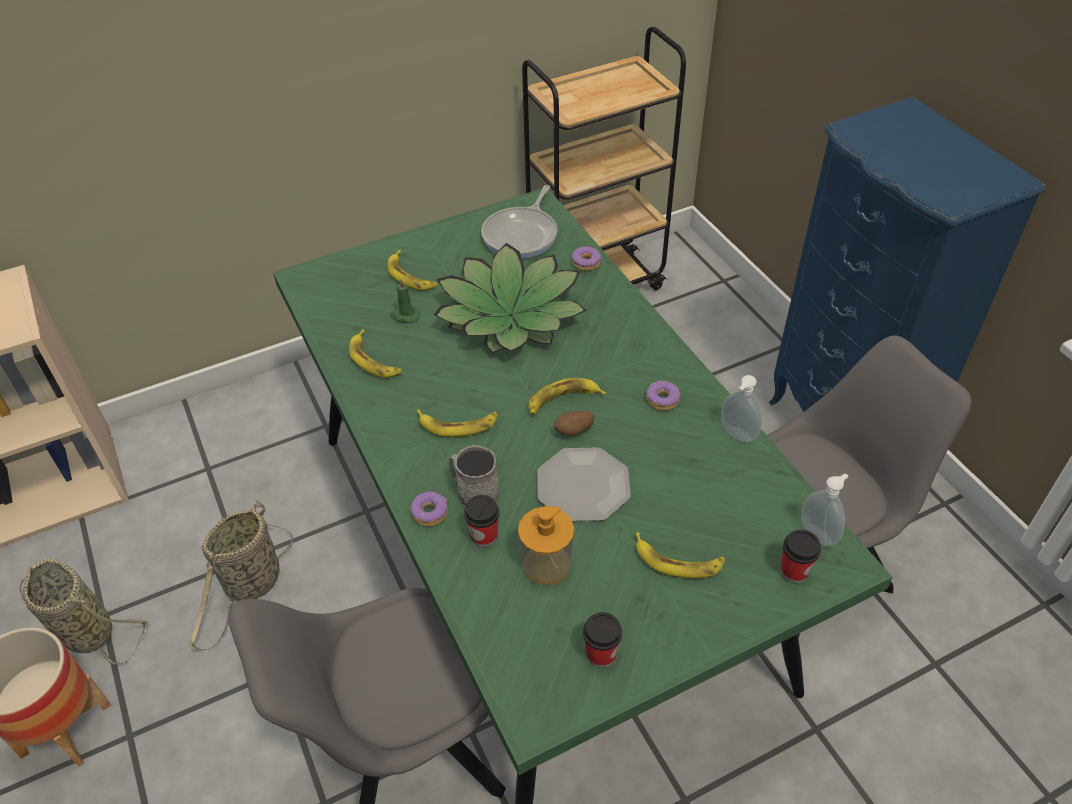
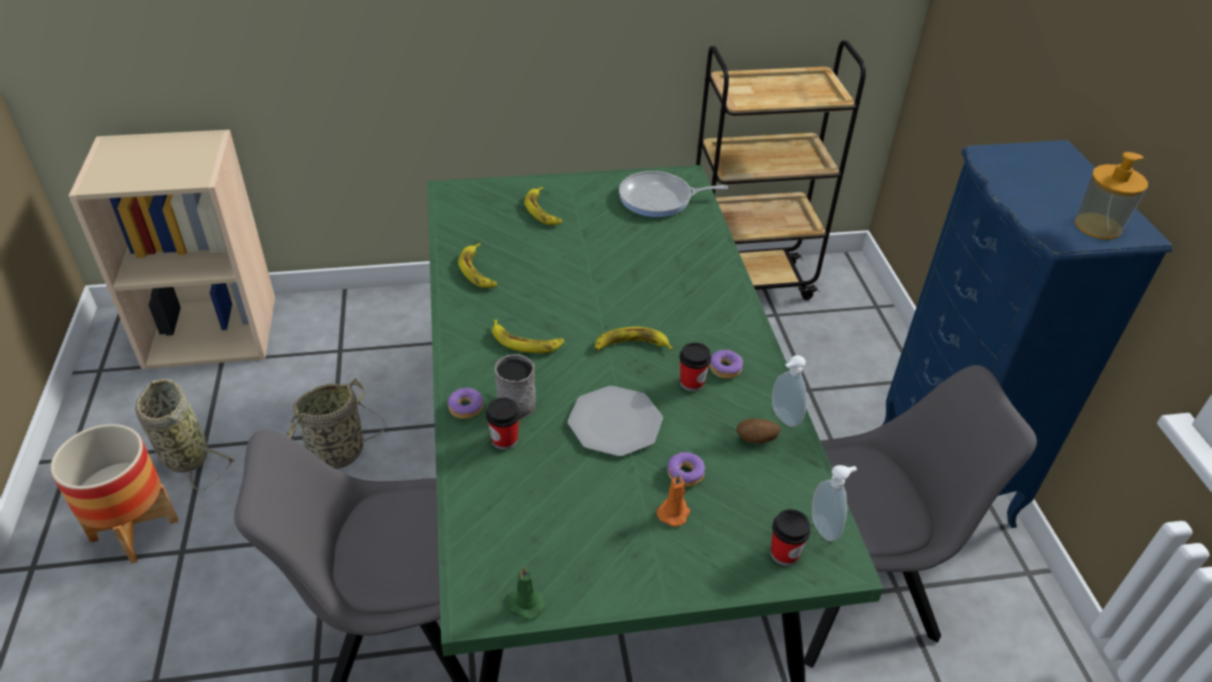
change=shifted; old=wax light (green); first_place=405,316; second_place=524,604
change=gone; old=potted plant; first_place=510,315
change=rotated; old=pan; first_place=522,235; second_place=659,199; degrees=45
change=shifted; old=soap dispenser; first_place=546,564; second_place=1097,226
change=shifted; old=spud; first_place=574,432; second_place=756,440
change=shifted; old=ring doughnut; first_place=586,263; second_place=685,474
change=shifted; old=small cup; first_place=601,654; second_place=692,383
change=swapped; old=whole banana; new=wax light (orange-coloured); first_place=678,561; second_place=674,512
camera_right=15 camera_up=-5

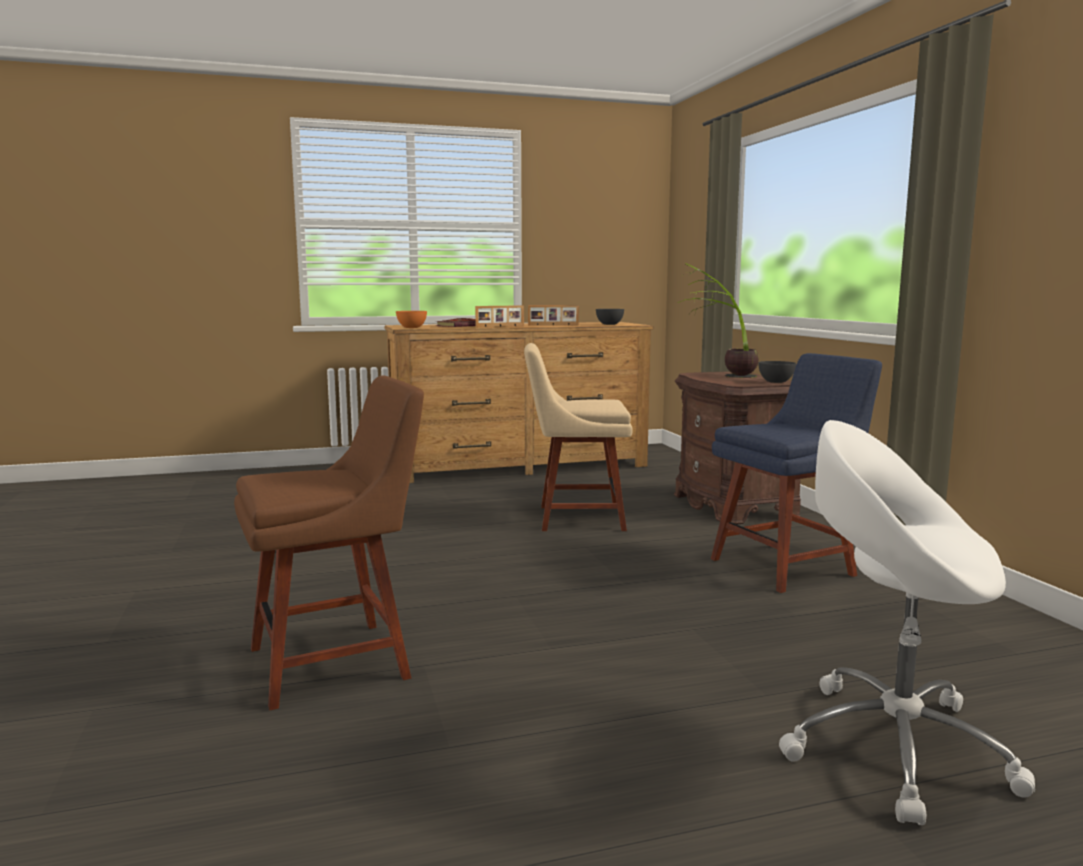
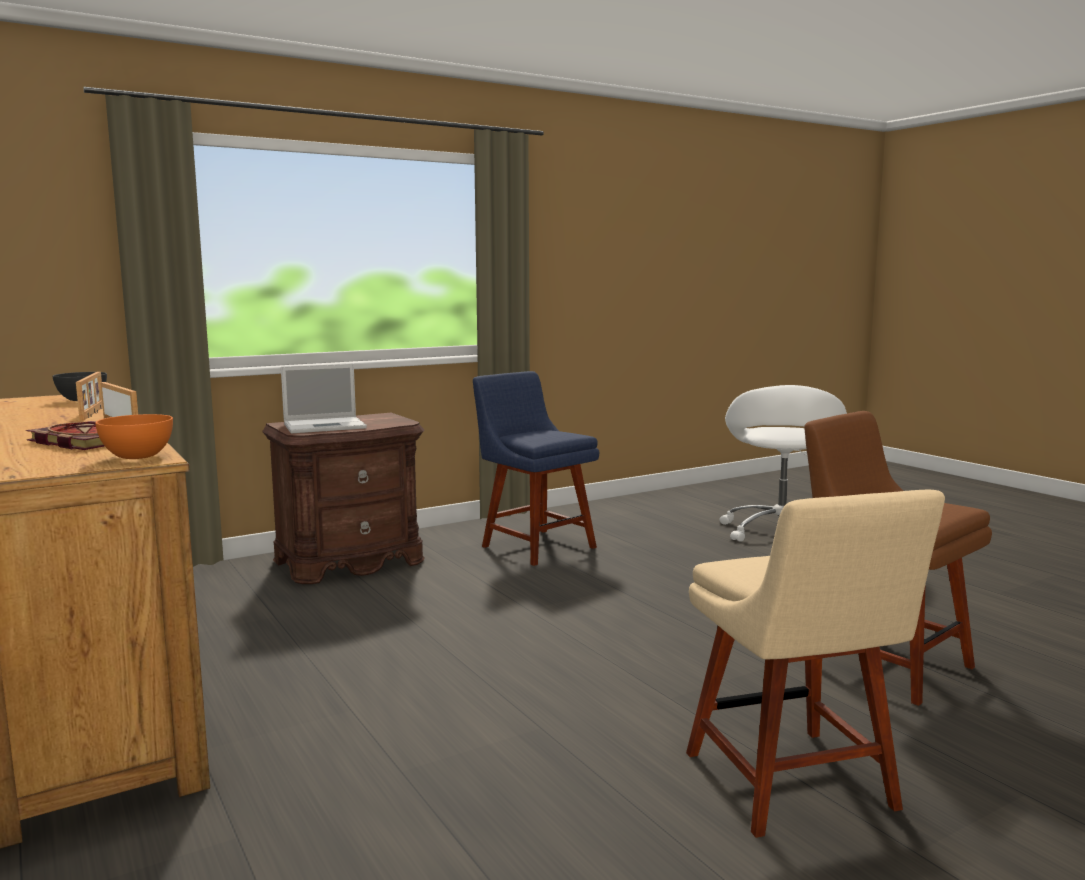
change=shifted; old=plain chair (beige-coloured); first_place=575,518; second_place=794,786
change=swapped; old=potted plant; new=laptop; first_place=721,376; second_place=326,426
change=gone; old=deep dish (gray); first_place=776,382
camera_right=-105 camera_up=0

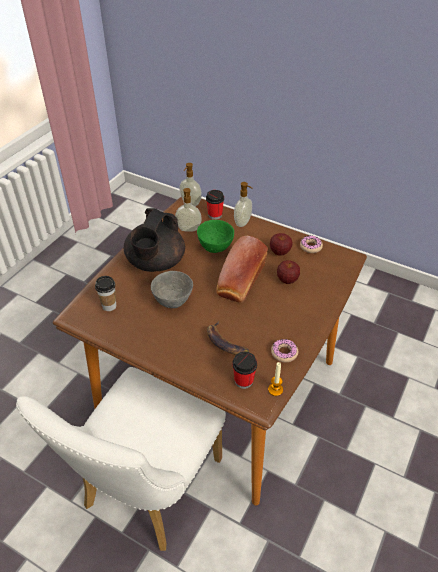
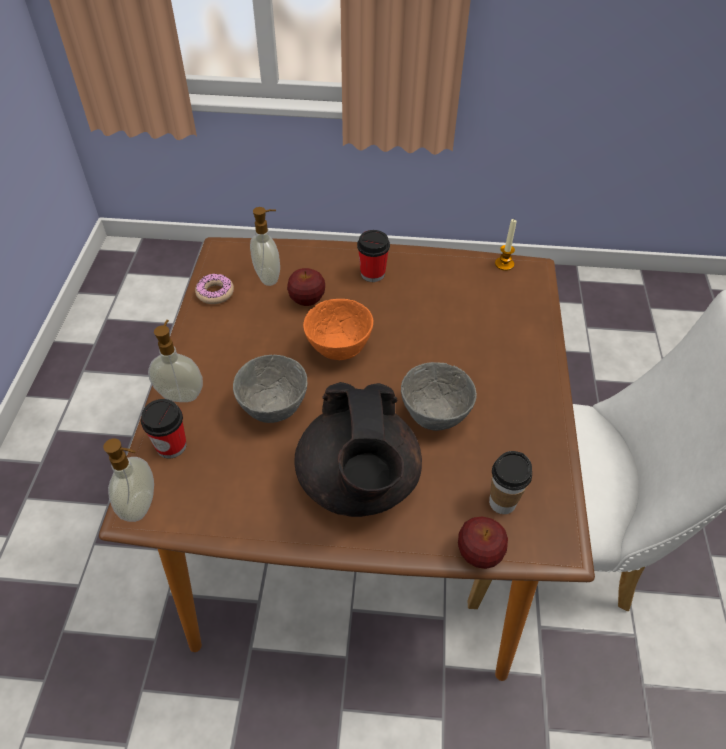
change=rotated; old=tea pot (black); first_place=155,263; second_place=358,483; degrees=90
change=shifted; old=soap dispenser; first_place=188,229; second_place=269,276
change=repainted; old=deep dish (green); new=deep dish (gray); first_place=216,248; second_place=272,408
change=gone; old=whole banana; first_place=225,342
change=swapped; old=baked bread; new=deep dish (orange-coloured); first_place=240,281; second_place=340,350
change=shifted; old=small cup; first_place=243,381; second_place=372,274
change=shifted; old=whole apple; first_place=280,252; second_place=479,554
change=gone; old=ring doughnut; first_place=284,353
camera_right=-115 camera_up=5

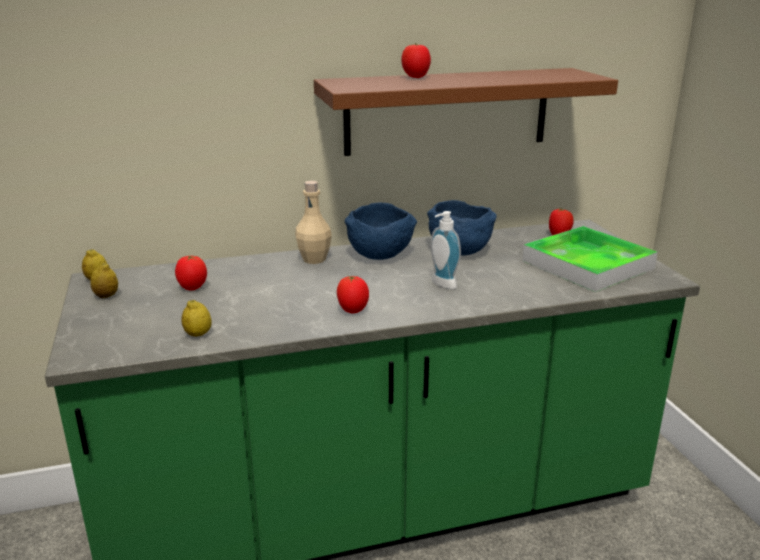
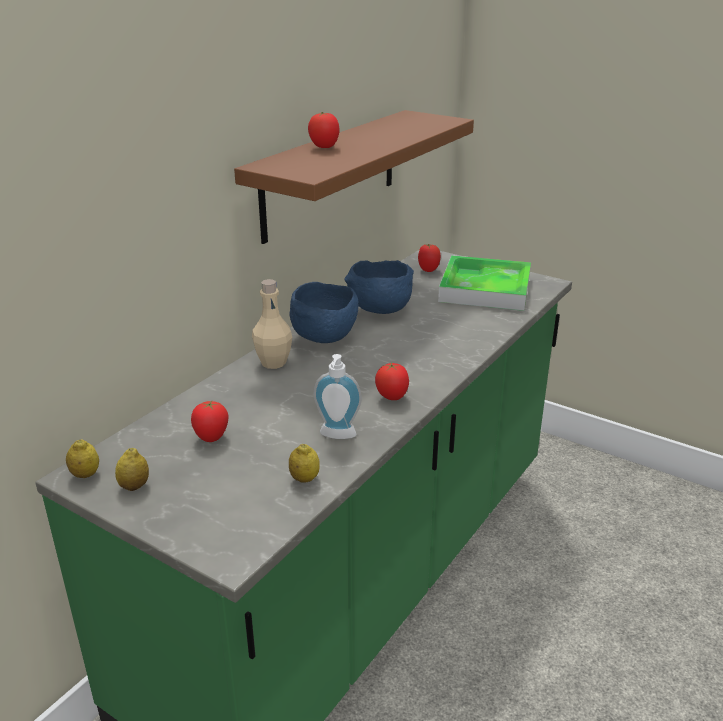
change=shifted; old=soap dispenser; first_place=441,285; second_place=337,436
camera_right=-40 camera_up=5

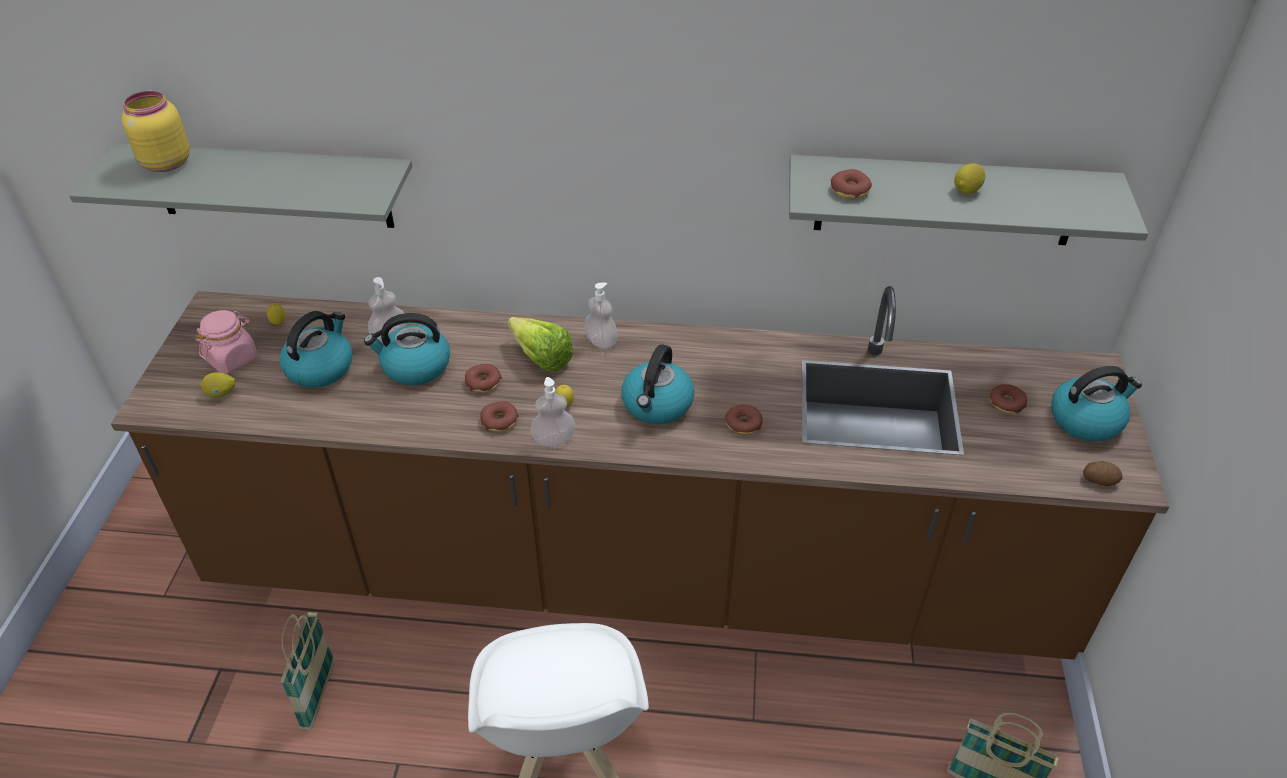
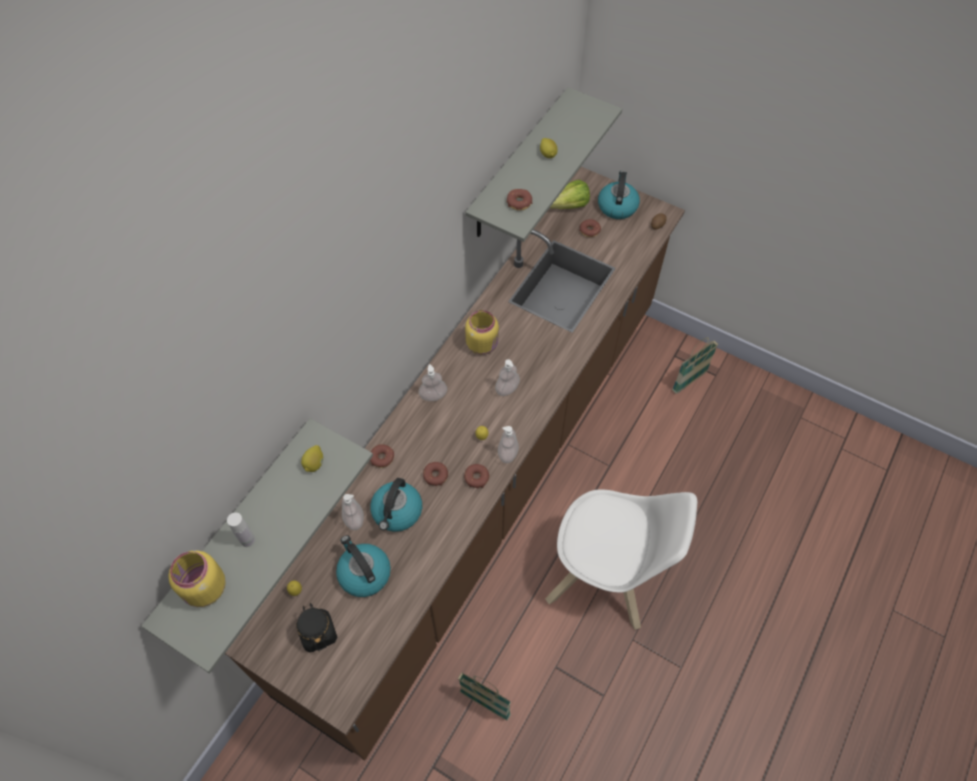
change=repainted; old=preserve jar (pinkish); new=preserve jar (black); first_place=232,358; second_place=318,633
change=shifted; old=lemon; first_place=221,394; second_place=314,464
change=shifted; old=lettuce; first_place=538,355; second_place=565,207
change=swapped; old=kettle; new=soap dispenser; first_place=657,405; second_place=507,388
change=shifted; old=ring doughnut; first_place=743,424; second_place=382,458
change=new; new=drink bottle (whitish); second_place=247,540
change=new; new=preserve jar (yellowish); second_place=483,344
camera_right=-65 camera_up=15

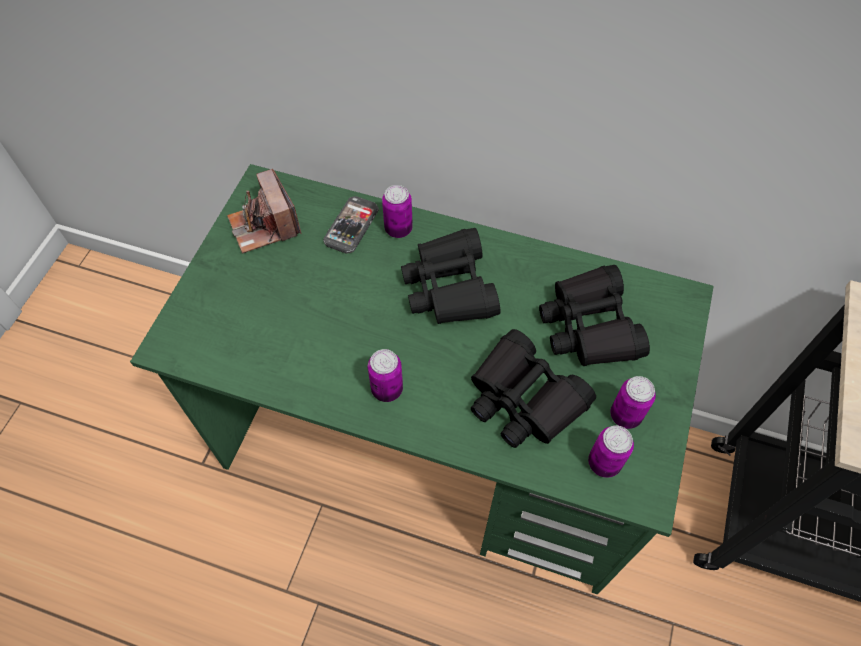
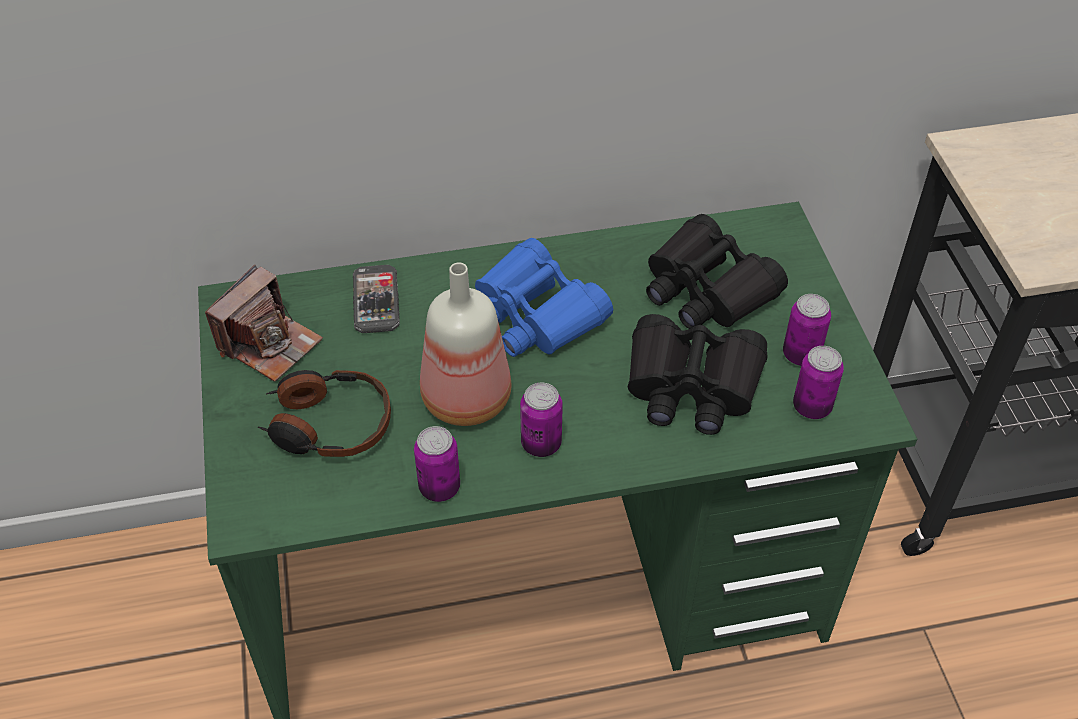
change=rotated; old=still camera; first_place=264,226; second_place=269,344; degrees=-90
change=shifted; old=can; first_place=398,229; second_place=439,487
change=repainted; old=pair of binoculars (black); new=pair of binoculars (blue-coloured); first_place=449,287; second_place=534,315
change=new; new=headphones; second_place=328,425
change=new; new=drink bottle; second_place=463,399
camera_right=-30 camera_up=-10

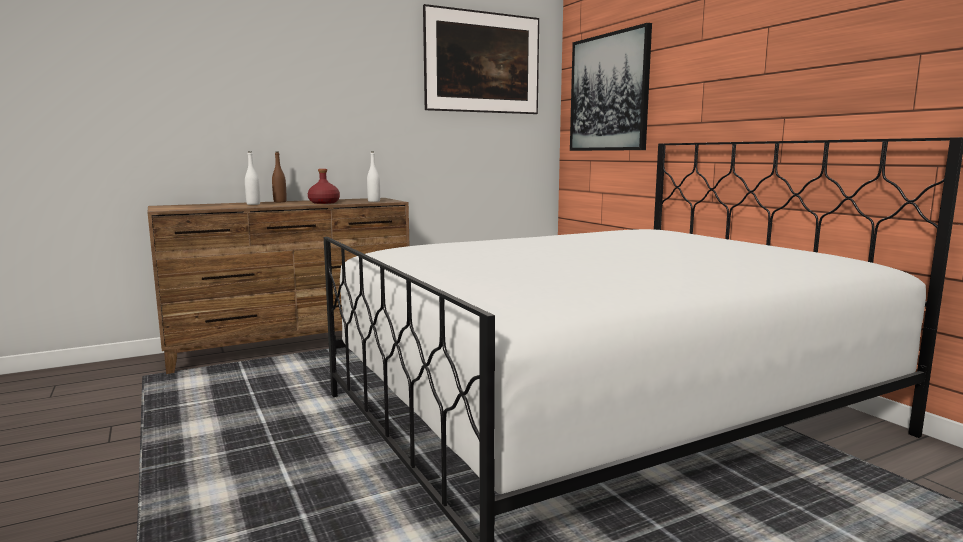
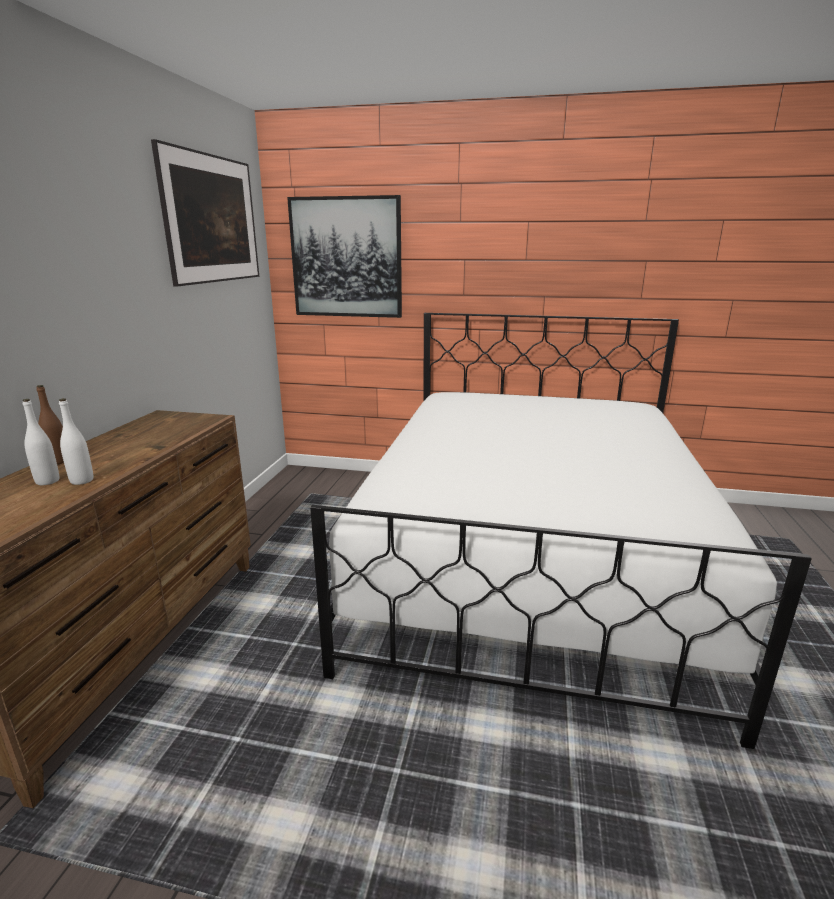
change=gone; old=drink bottle (reddish); first_place=323,202
change=shifted; old=drink bottle (whitish); first_place=374,201; second_place=82,481
camera_right=-50 camera_up=10

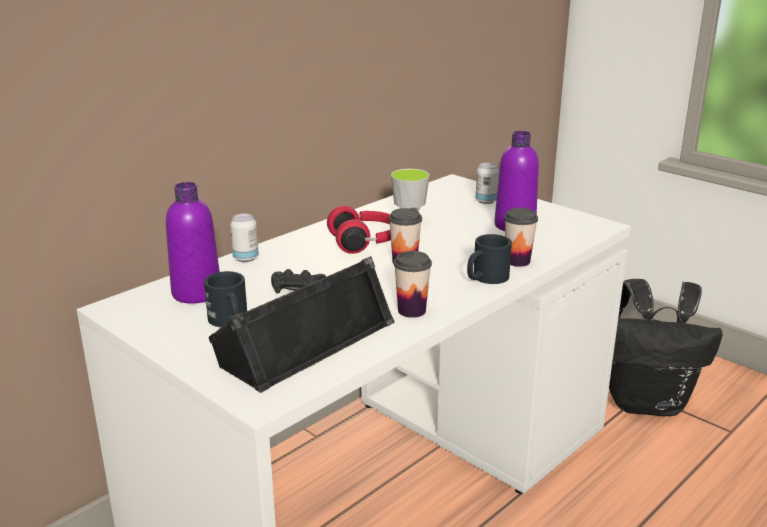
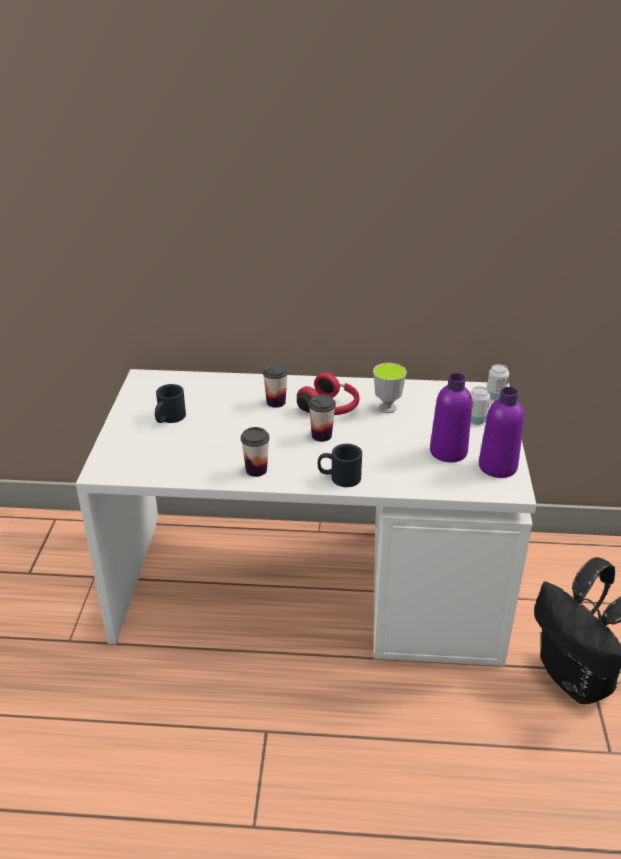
change=shifted; old=drink bottle (purplish); first_place=196,293; second_place=497,467
change=gone; old=loudspeaker (black); first_place=304,340
change=shifted; old=can; first_place=246,258; second_place=495,397
change=gone; old=joypad (black); first_place=297,288
change=shifted; old=small cup; first_place=517,261; second_place=276,402
camera_right=50 camera_up=10

